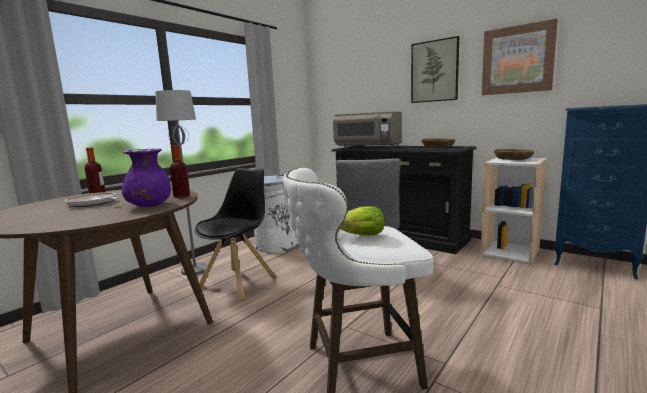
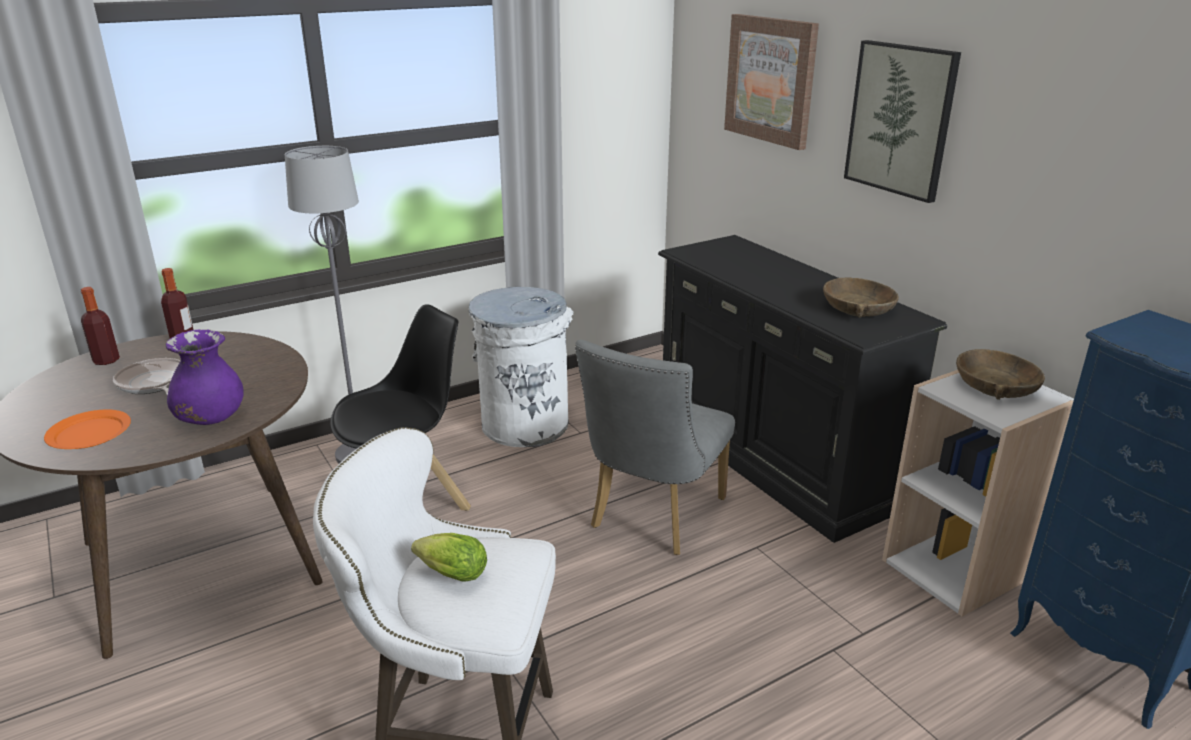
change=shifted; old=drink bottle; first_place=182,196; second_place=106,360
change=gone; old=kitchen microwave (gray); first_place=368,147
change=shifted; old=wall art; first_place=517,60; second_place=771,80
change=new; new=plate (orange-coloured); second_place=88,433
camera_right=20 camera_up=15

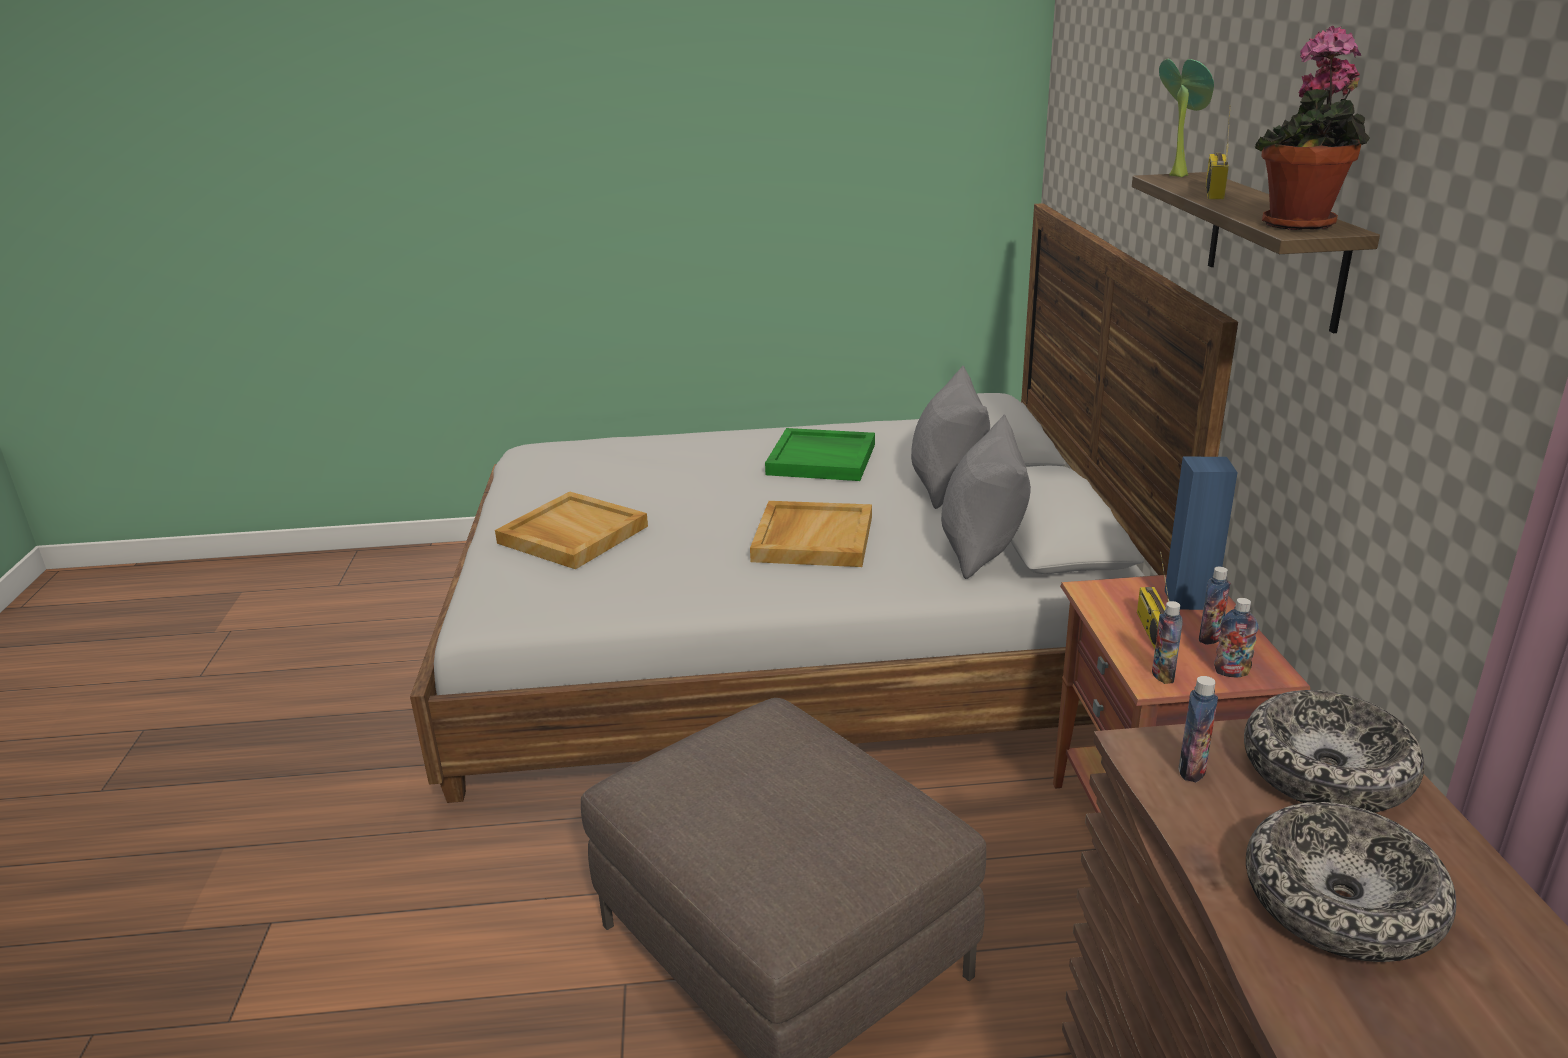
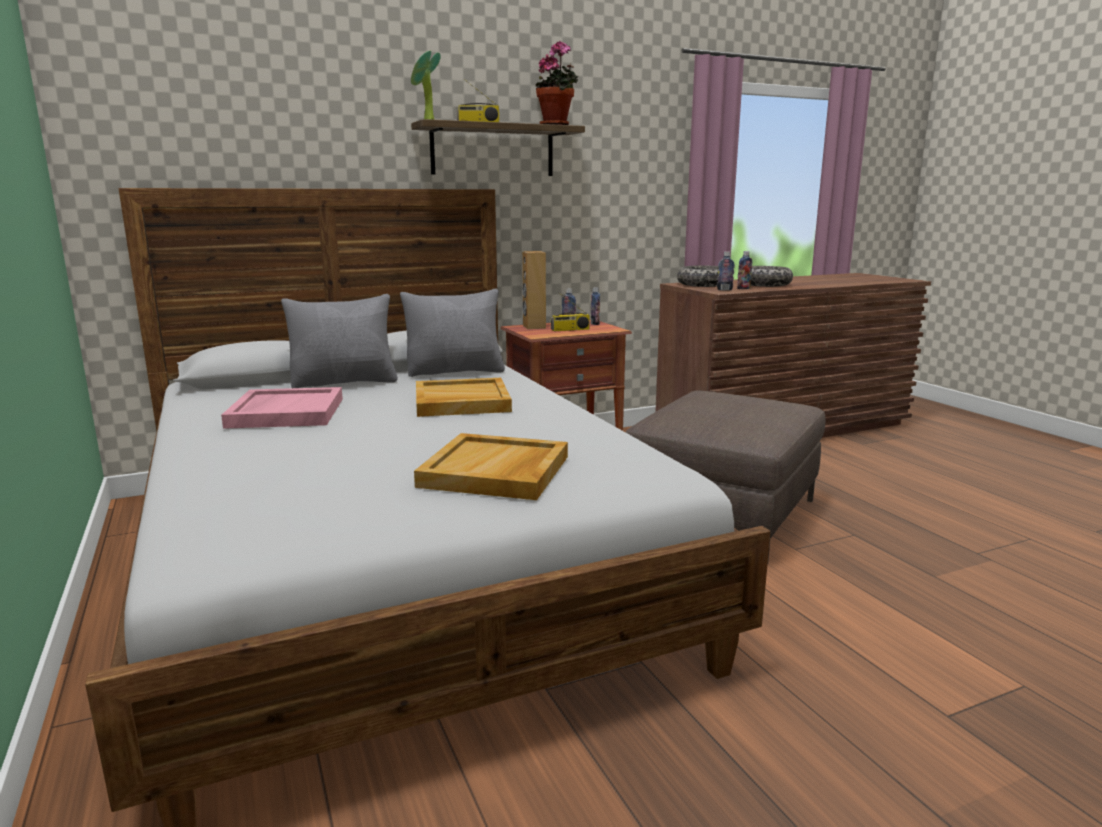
change=repainted; old=tray (green); new=tray (pinkish); first_place=822,459; second_place=286,412
change=shifted; old=drink bottle; first_place=1163,675; second_place=743,288
change=repainted; old=loudspeaker (blue-coloured); new=loudspeaker (brown); first_place=1189,599; second_place=534,327
camera_right=-110 camera_up=-10

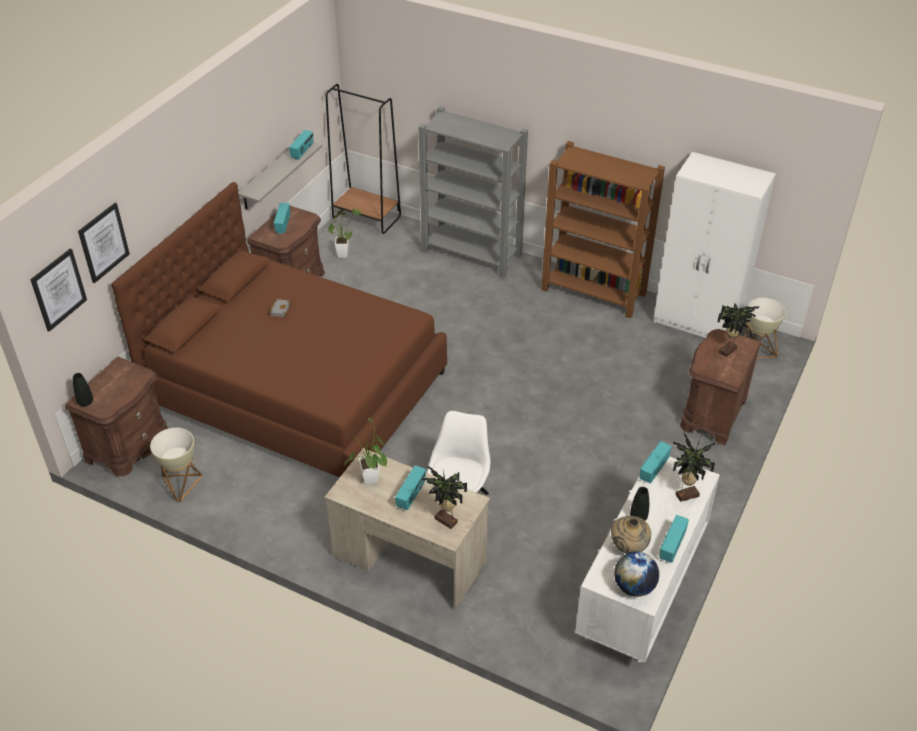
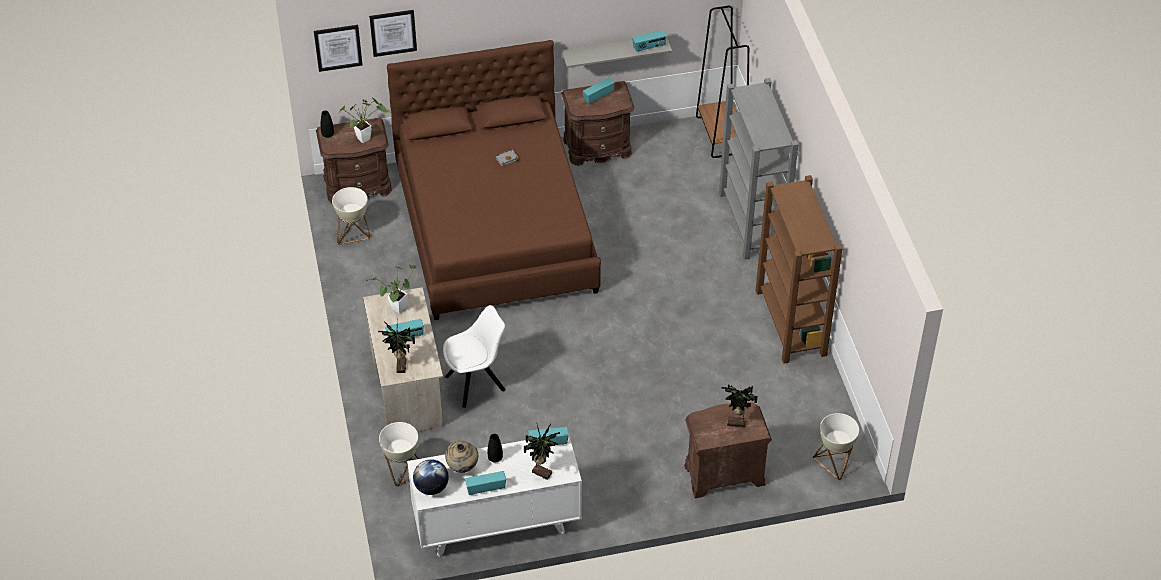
change=shifted; old=potted plant; first_place=343,253; second_place=366,138
change=gone; old=wardrobe (whitish); first_place=698,323
change=new; new=plant pot; second_place=402,471
camera_right=50 camera_up=5

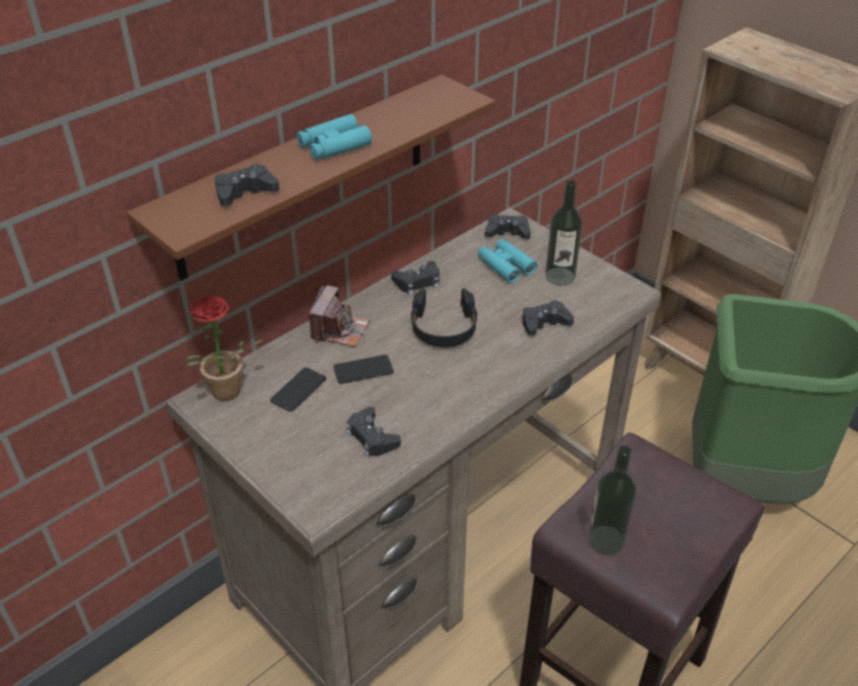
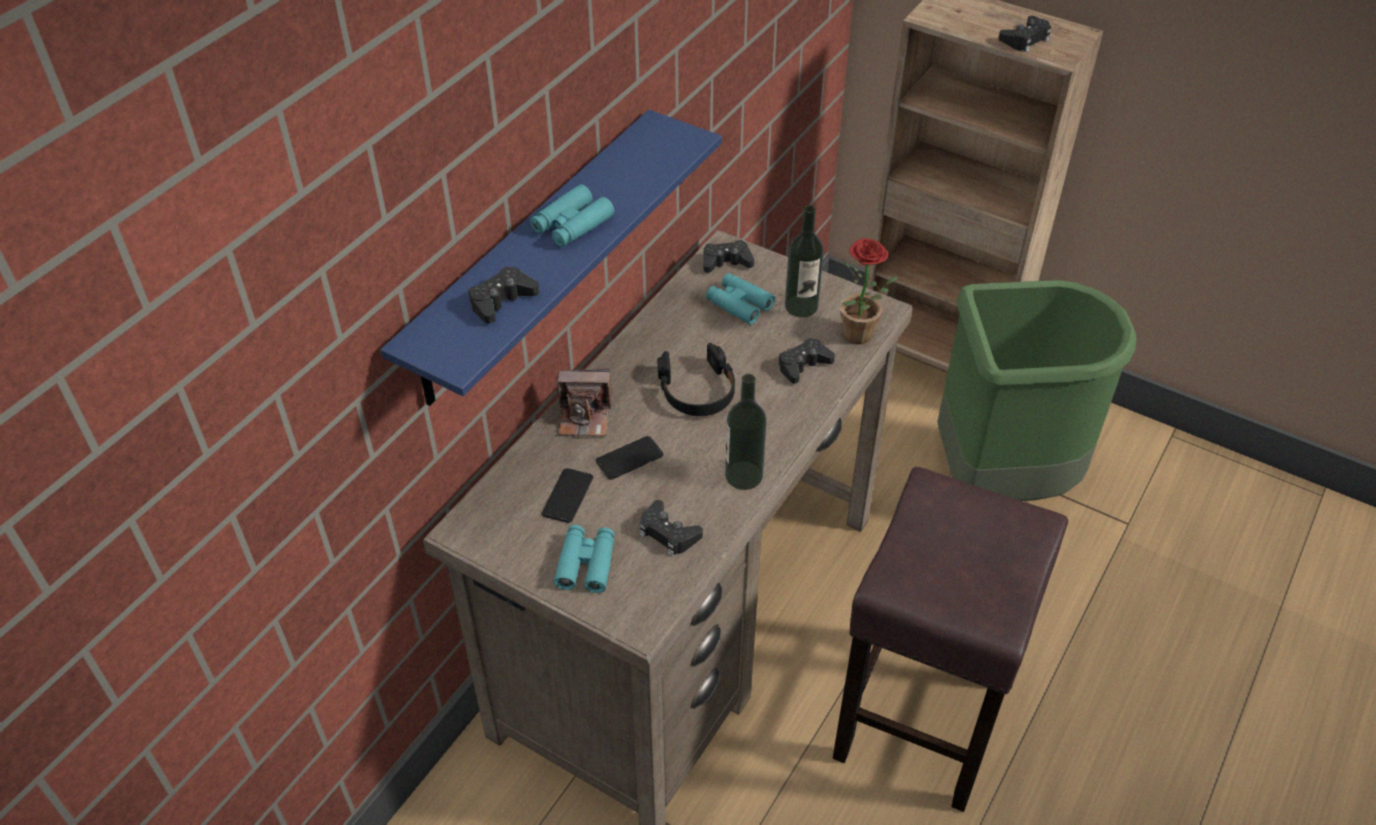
change=repainted; old=wall shelf (brown); new=wall shelf (blue-coloured); first_place=304,177; second_place=532,259
change=shifted; old=potted plant; first_place=225,396; second_place=859,339
change=rotated; old=still camera; first_place=339,330; second_place=585,416; degrees=90
change=shifted; old=joypad (black); first_place=418,282; second_place=1025,39
change=shifted; old=drink bottle; first_place=606,540; second_place=743,475
change=new; new=pair of binoculars (turquoise); second_place=586,564
camera_right=-15 camera_up=5

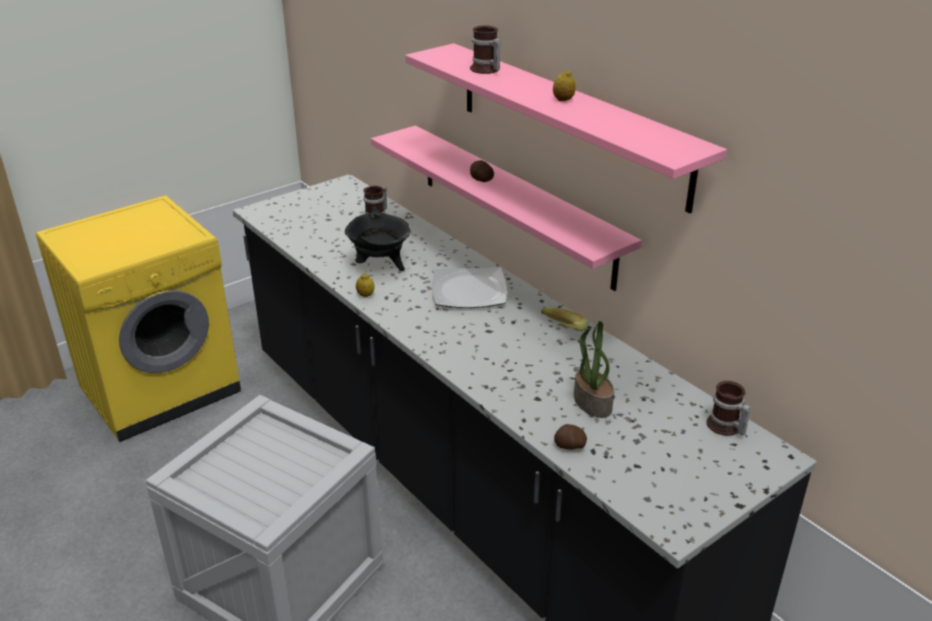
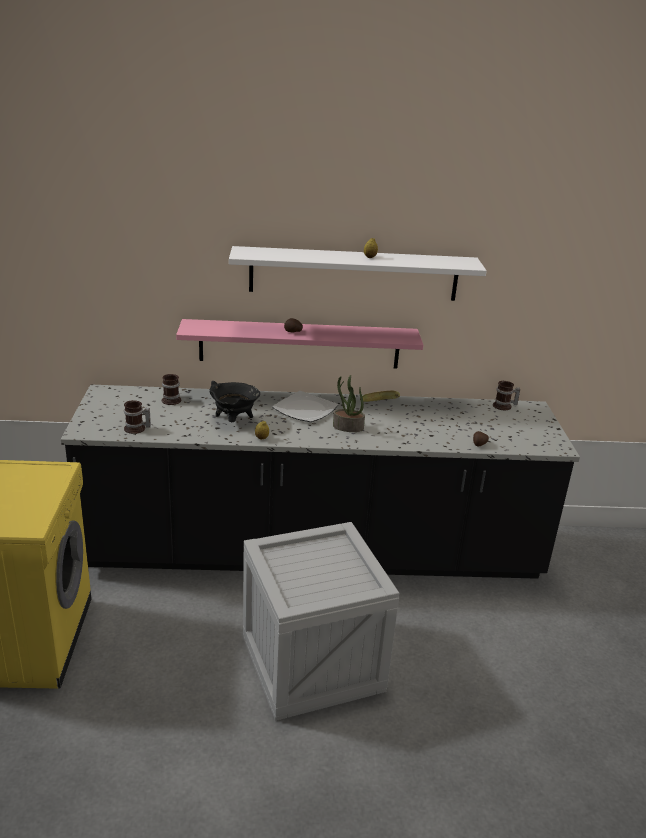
change=repainted; old=wall shelf (pinkish); new=wall shelf (whitish); first_place=569,122; second_place=354,274
change=shifted; old=tea mug; first_place=485,70; second_place=136,429
change=shifted; old=potted plant; first_place=591,402; second_place=347,427
camera_right=-55 camera_up=-5

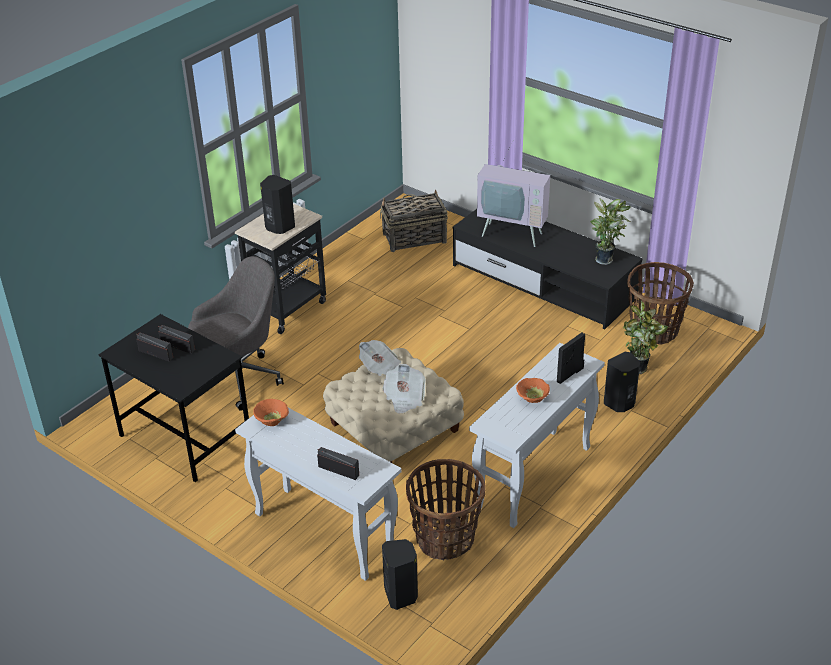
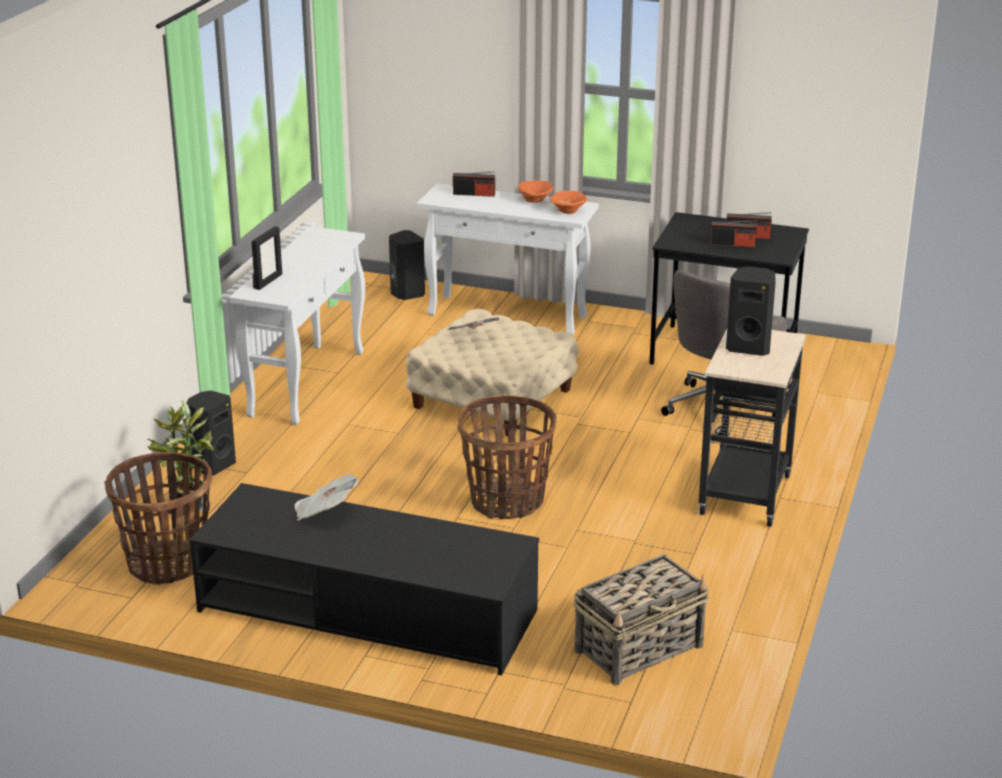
change=shifted; old=newspaper; first_place=381,369; second_place=325,512
change=shifted; old=basket; first_place=445,539; second_place=507,501
change=gone; old=television; first_place=513,232
change=shifted; old=deep dish (orange-coloured); first_place=532,398; second_place=535,201
change=gone; old=potted plant; first_place=605,259
camera_right=160 camera_up=-10

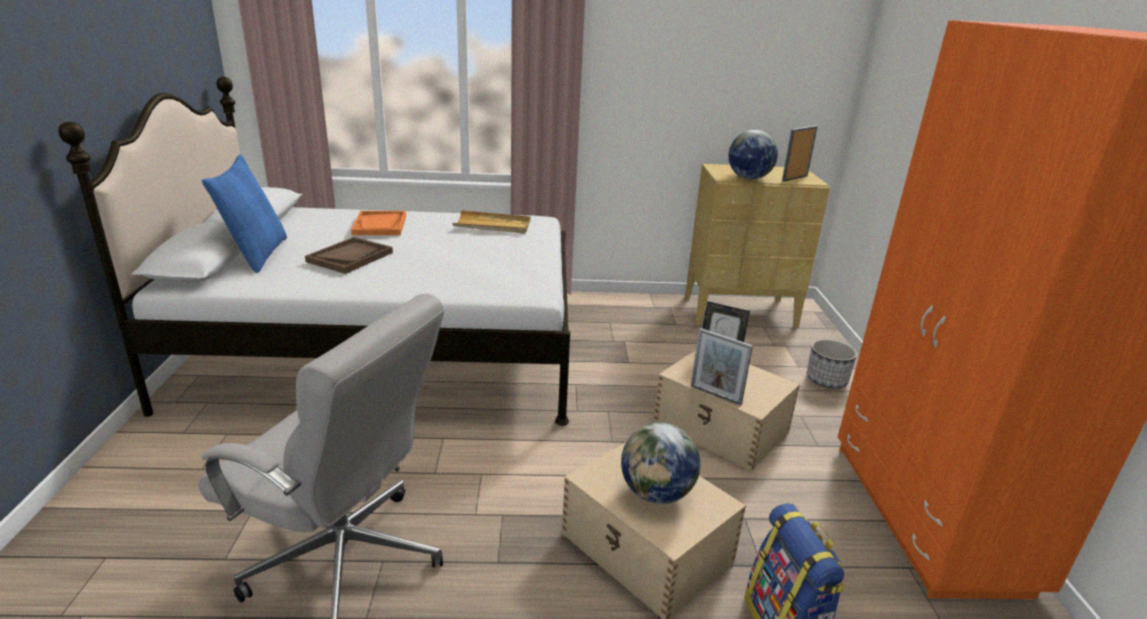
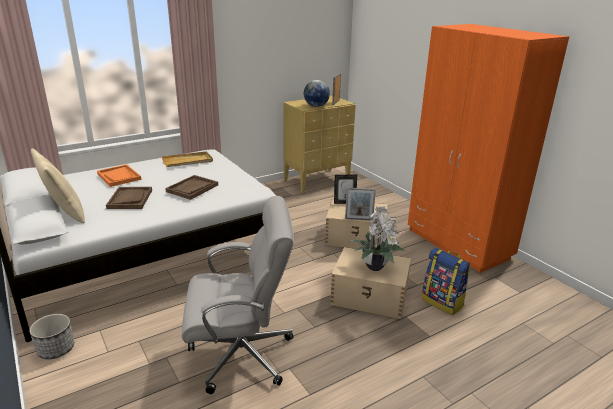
change=repainted; old=pillow (blue-coloured); new=pillow (beige-coloured); first_place=257,254; second_place=65,213
change=swapped; old=world globe; new=potted plant; first_place=656,493; second_place=375,266
change=shifted; old=plant pot; first_place=826,380; second_place=56,349
change=new; new=tray (brown); second_place=192,188
camera_right=-30 camera_up=0

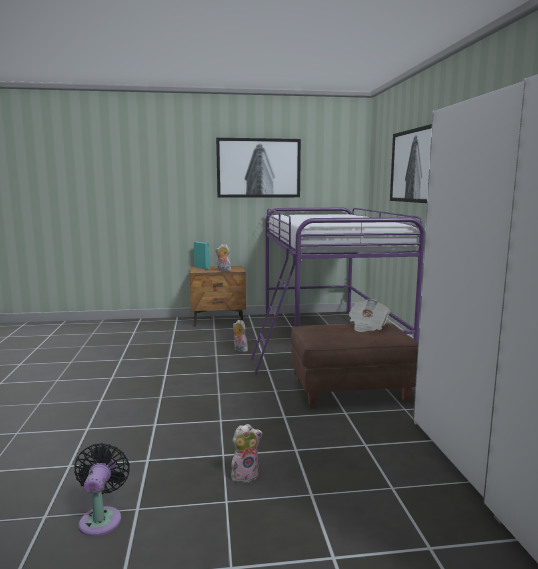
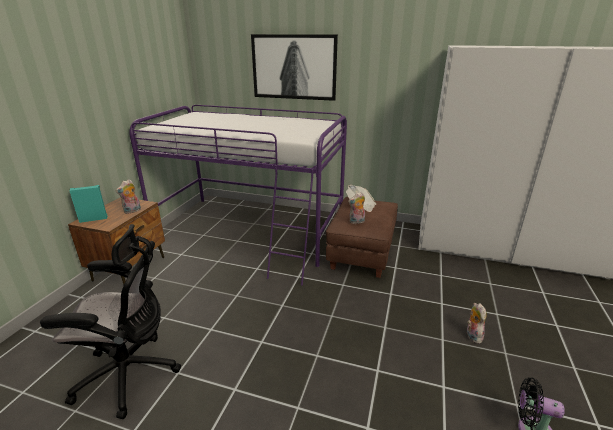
change=gone; old=wall art; first_place=258,168
change=shifted; old=soft toy; first_place=239,350; second_place=356,222
change=new; new=office chair; second_place=129,373
camera_right=-65 camera_up=15

